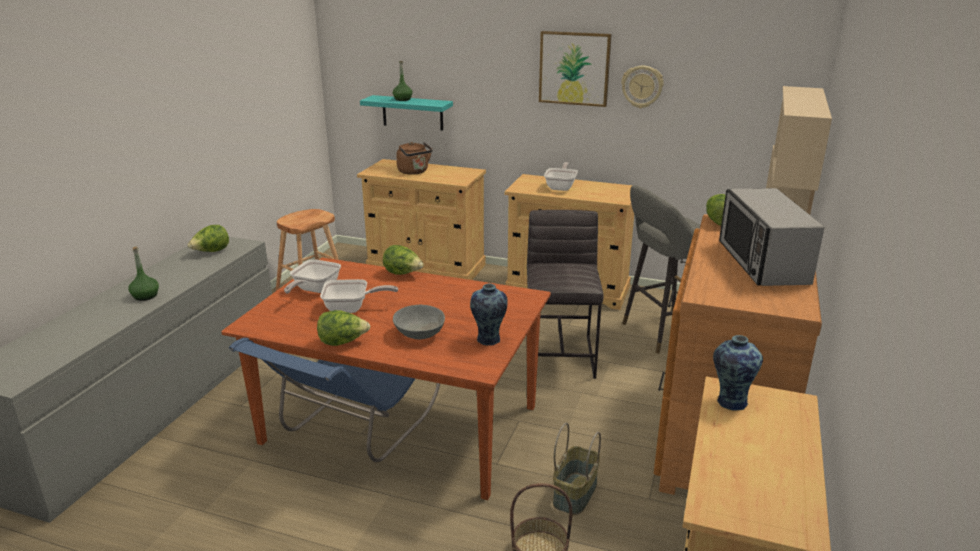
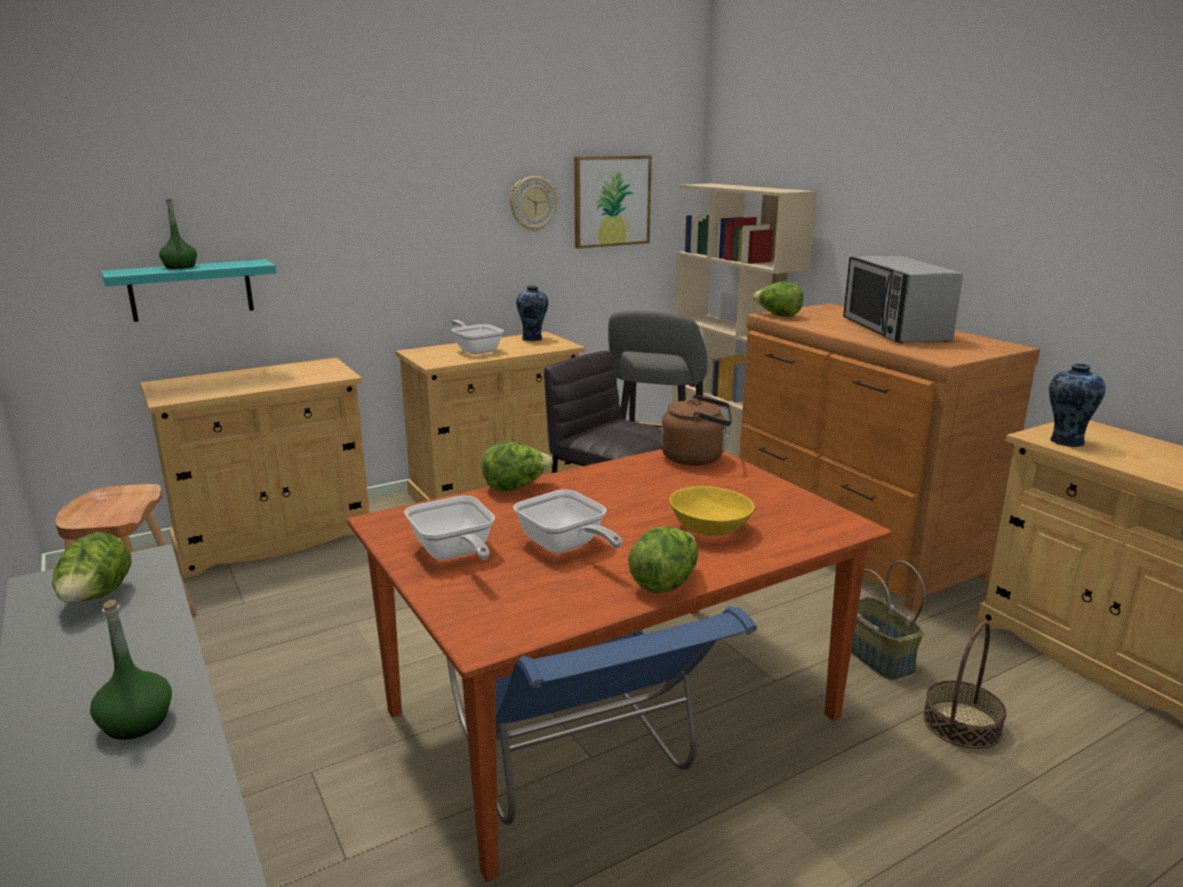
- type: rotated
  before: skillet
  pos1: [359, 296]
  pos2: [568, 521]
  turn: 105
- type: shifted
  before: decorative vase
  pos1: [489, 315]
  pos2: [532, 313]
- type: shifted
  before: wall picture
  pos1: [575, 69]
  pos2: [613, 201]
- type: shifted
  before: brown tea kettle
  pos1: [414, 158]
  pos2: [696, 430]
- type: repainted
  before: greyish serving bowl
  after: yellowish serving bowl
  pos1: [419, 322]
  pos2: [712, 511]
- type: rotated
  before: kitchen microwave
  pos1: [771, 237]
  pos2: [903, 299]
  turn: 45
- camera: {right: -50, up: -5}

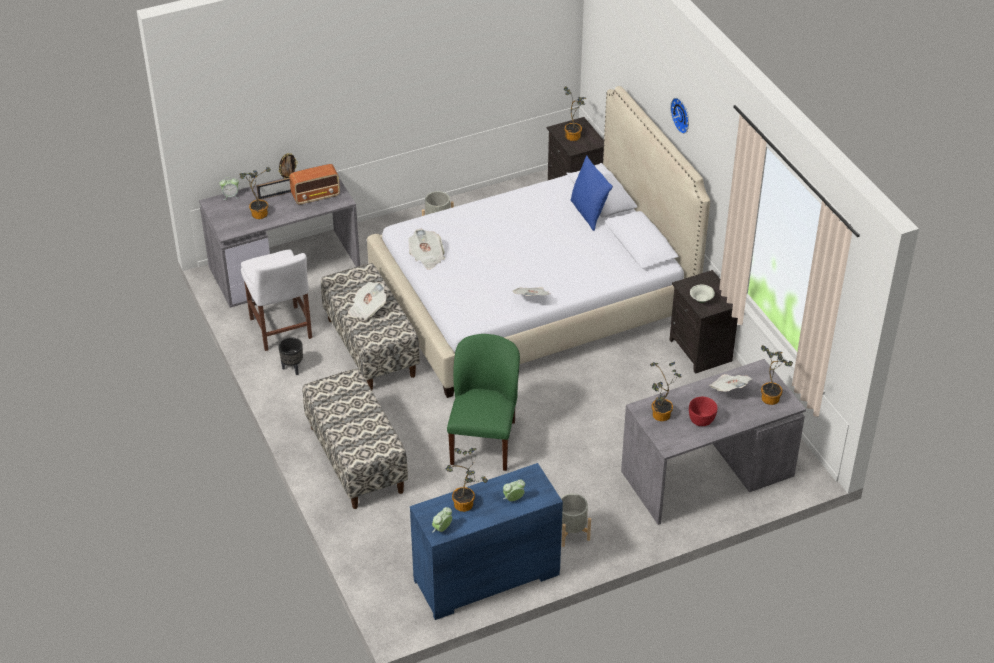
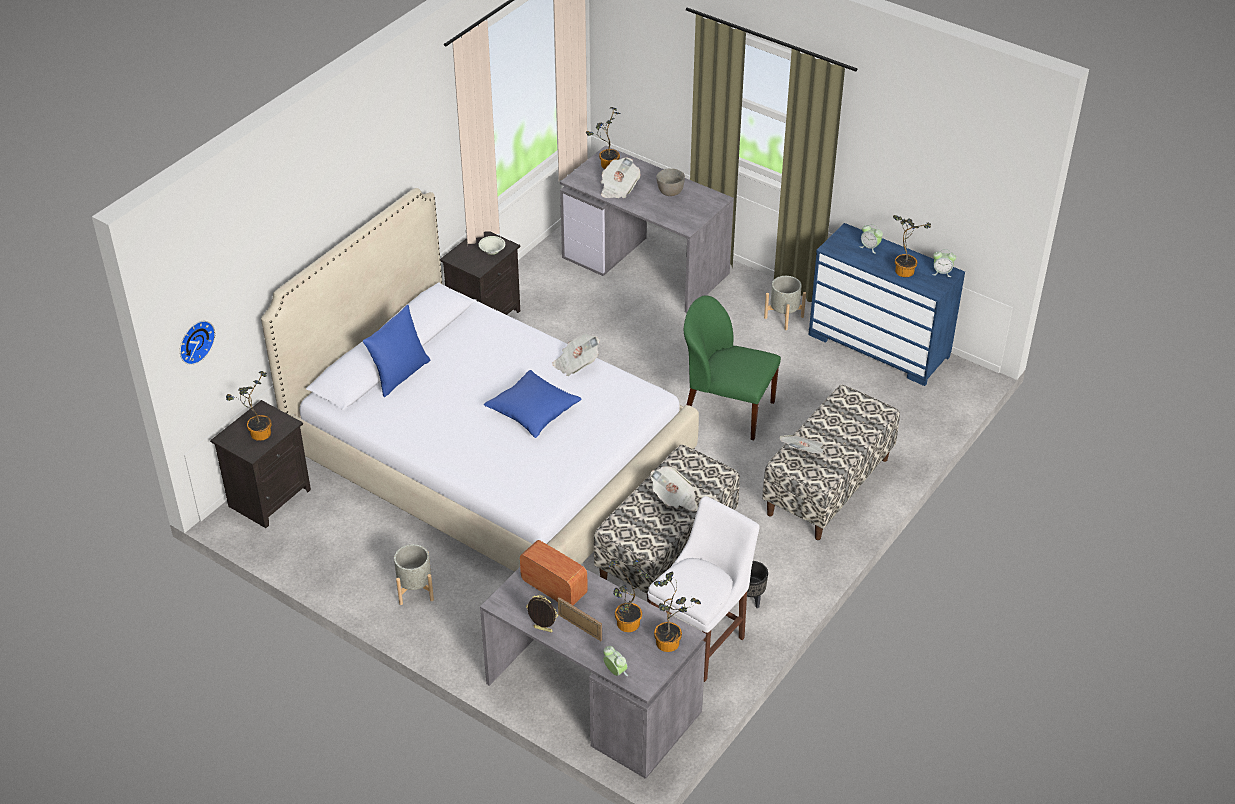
- type: shifted
  before: clock on the wall
  pos1: [679, 116]
  pos2: [197, 343]
- type: new
  after: blue cushion
  pos2: [532, 404]
- type: shifted
  before: houseplant
  pos1: [666, 391]
  pos2: [677, 612]
- type: repainted
  before: red-coloured serving bowl
  after: greyish serving bowl
  pos1: [703, 411]
  pos2: [670, 182]
- type: rotated
  before: green plain chair
  pos1: [483, 402]
  pos2: [732, 368]
  turn: 45
- type: shifted
  before: printed paper
  pos1: [426, 249]
  pos2: [802, 444]
- camera: {right: -120, up: 0}

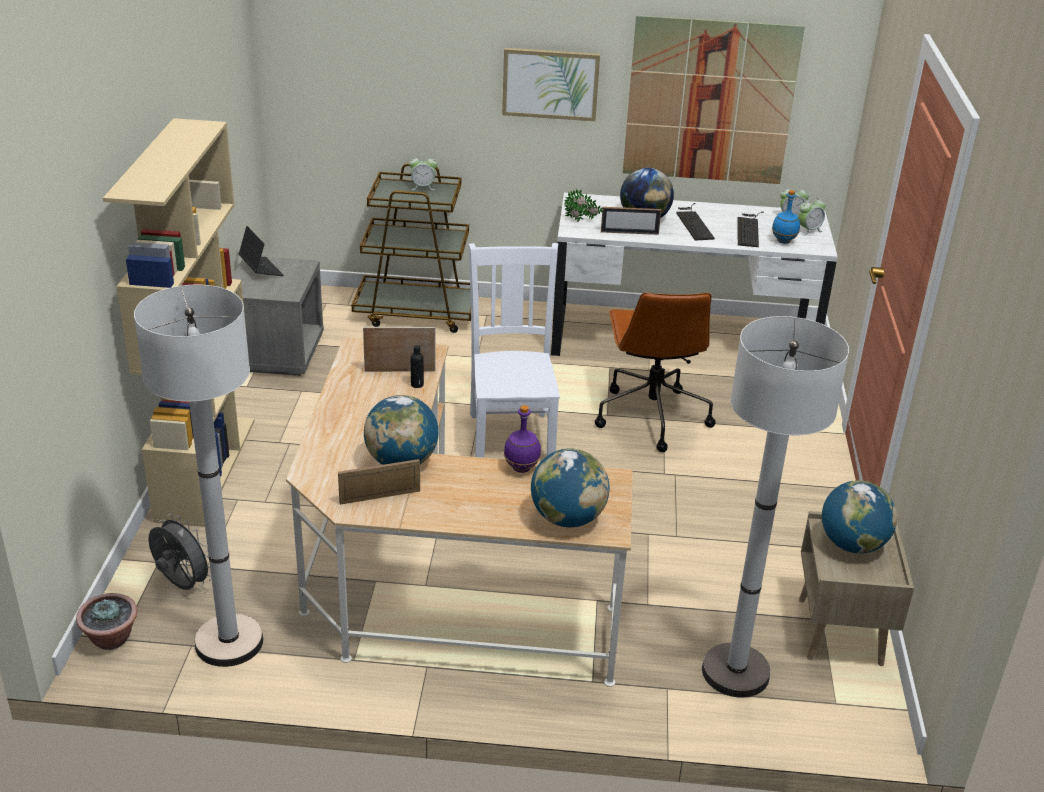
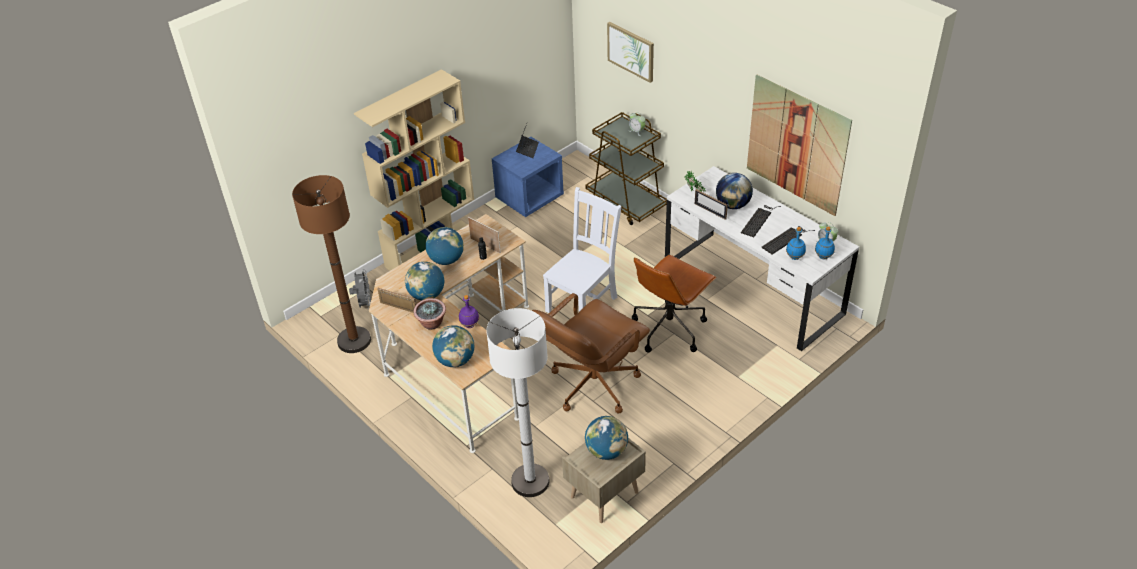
- type: repainted
  before: whitish floor lamp
  after: brown floor lamp
  pos1: [198, 476]
  pos2: [331, 264]
- type: shifted
  before: houseplant
  pos1: [106, 621]
  pos2: [429, 314]
- type: new
  after: desk globe
  pos2: [444, 246]
- type: repainted
  before: greyish night table
  after: blue night table
  pos1: [278, 316]
  pos2: [528, 177]
- type: new
  after: brown desk chair
  pos2: [591, 353]
- type: shifted
  before: wall picture
  pos1: [551, 84]
  pos2: [630, 52]
- type: swapped
  before: bedside clock
  after: blue drink bottle
  pos1: [812, 216]
  pos2: [825, 243]
- camera: {right: 45, up: 10}

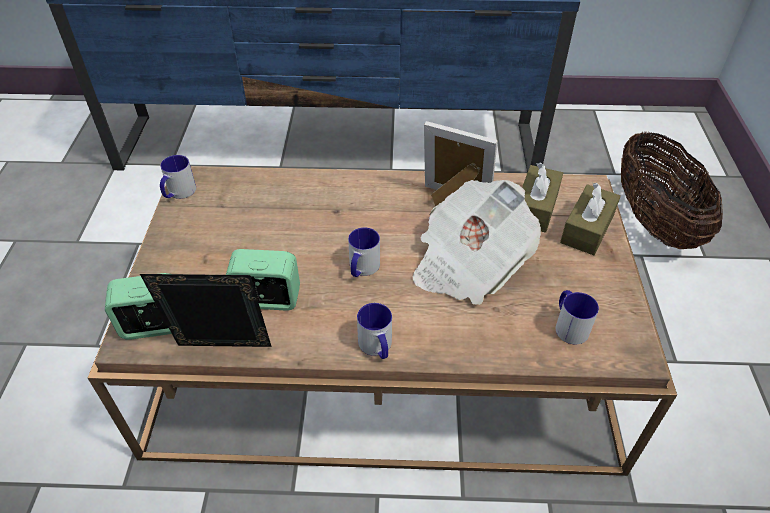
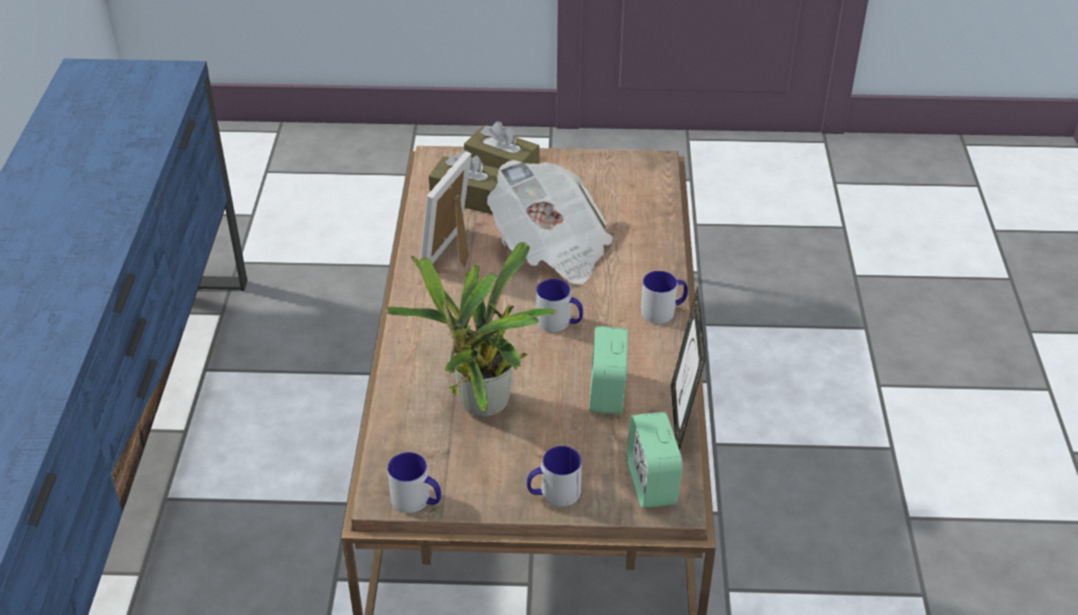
- type: new
  after: houseplant
  pos2: [470, 329]
- type: shifted
  before: mug
  pos1: [577, 317]
  pos2: [554, 476]
- type: gone
  before: basket
  pos1: [672, 190]
- camera: {right: -90, up: -5}

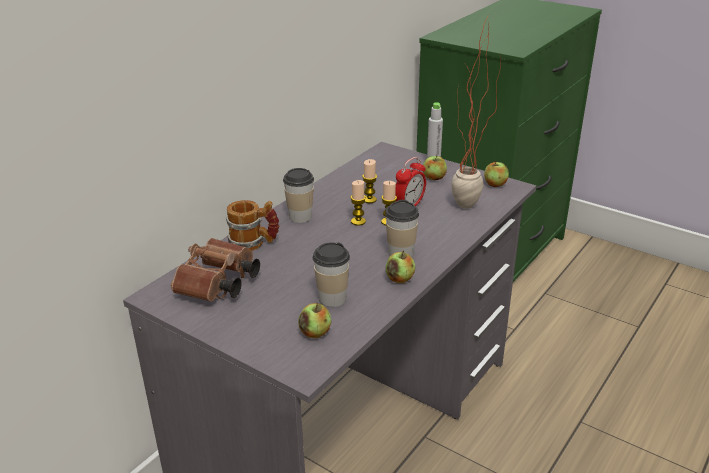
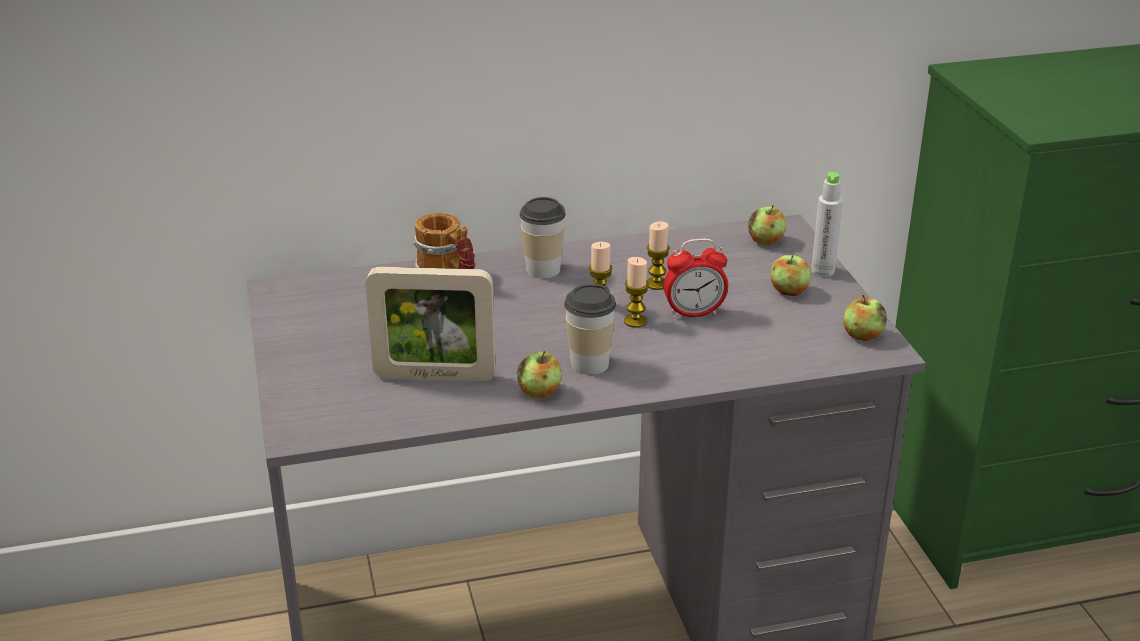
- type: swapped
  before: drinking cup
  after: standing frame
  pos1: [331, 275]
  pos2: [430, 324]
- type: shifted
  before: whole apple
  pos1: [314, 320]
  pos2: [767, 225]
- type: gone
  before: brown field glasses
  pos1: [215, 270]
- type: gone
  before: houseplant
  pos1: [476, 112]
- camera: {right: 40, up: 0}

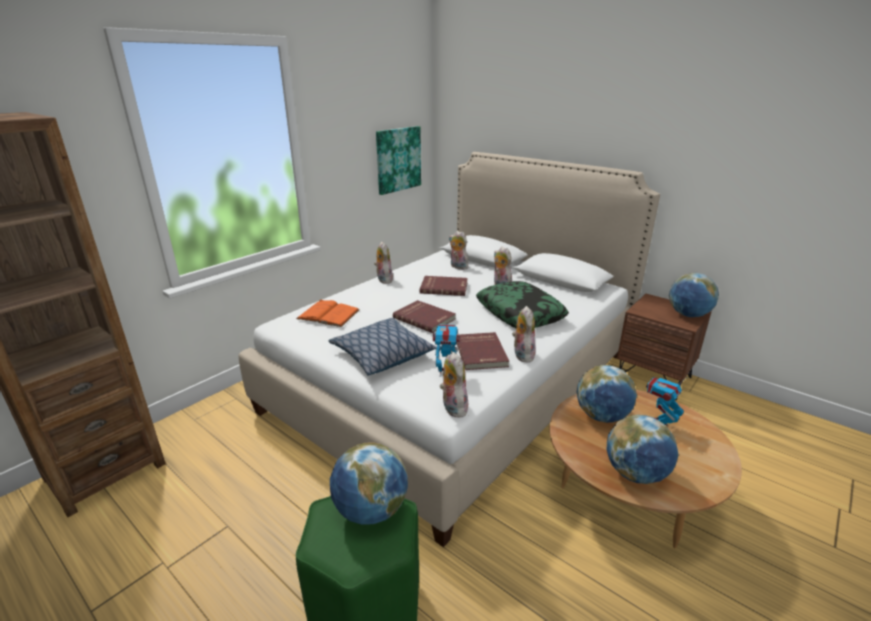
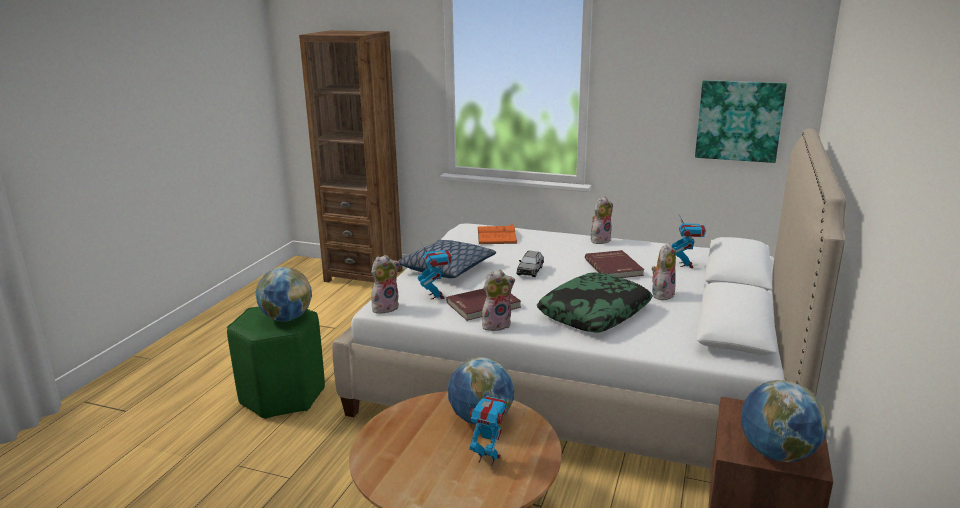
- type: swapped
  before: red-coloured bound book
  after: greyish toy car
  pos1: [424, 316]
  pos2: [530, 264]
- type: swapped
  before: cuddly toy
  after: toy robot
  pos1: [458, 250]
  pos2: [689, 241]
- type: gone
  before: desk globe
  pos1: [643, 449]
- camera: {right: 70, up: -5}

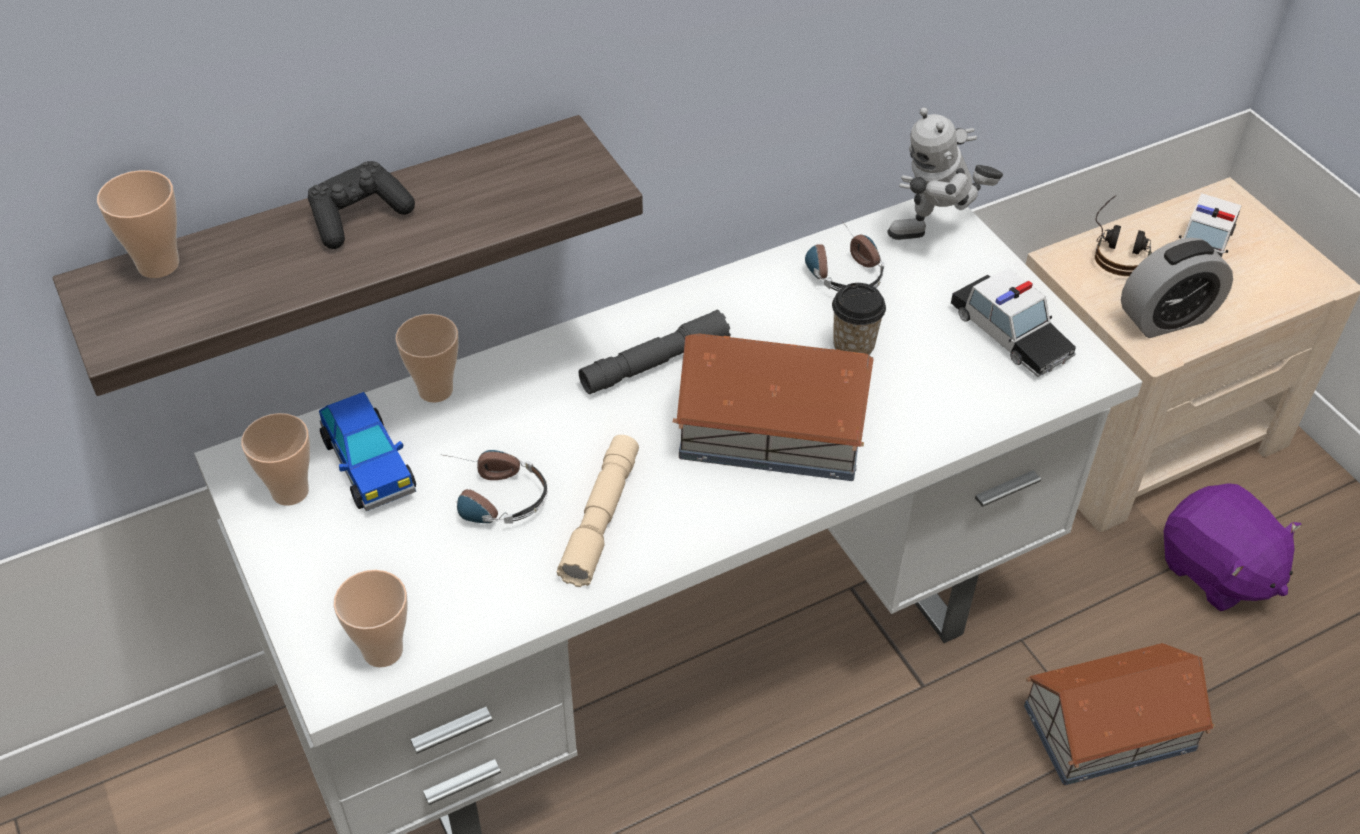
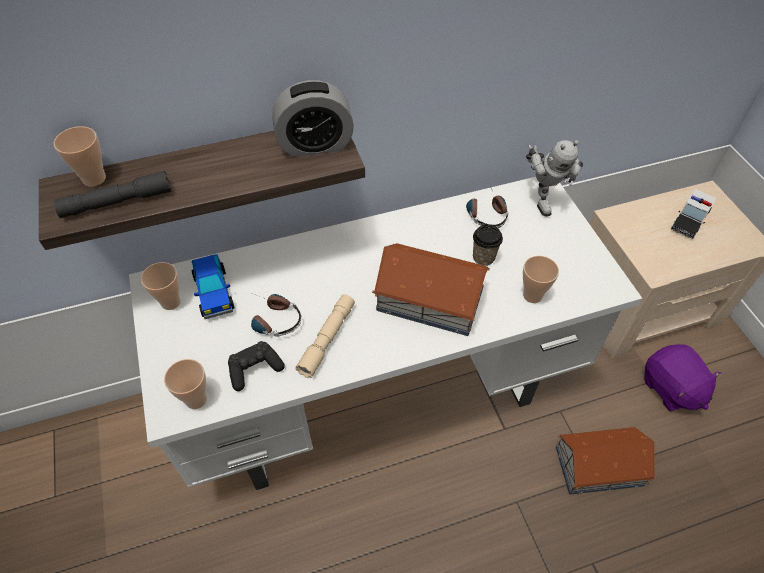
- type: shifted
  before: greyish torch
  pos1: [655, 352]
  pos2: [112, 194]
- type: shifted
  before: black-coloured game controller
  pos1: [361, 205]
  pos2: [256, 366]
- type: shifted
  before: bedside clock
  pos1: [1177, 288]
  pos2: [313, 118]
- type: shifted
  before: drinking cup
  pos1: [427, 358]
  pos2: [541, 279]
- type: rotated
  before: toy robot
  pos1: [945, 173]
  pos2: [554, 178]
  turn: -90
- type: gone
  before: toy car
  pos1: [1013, 322]
- type: gone
  before: headphones
  pos1: [1123, 236]
- camera: {right: 10, up: 5}

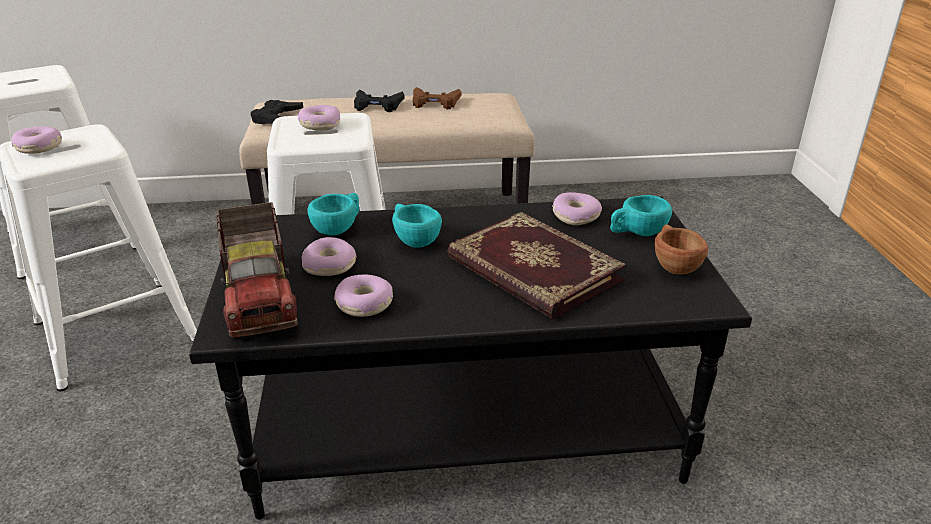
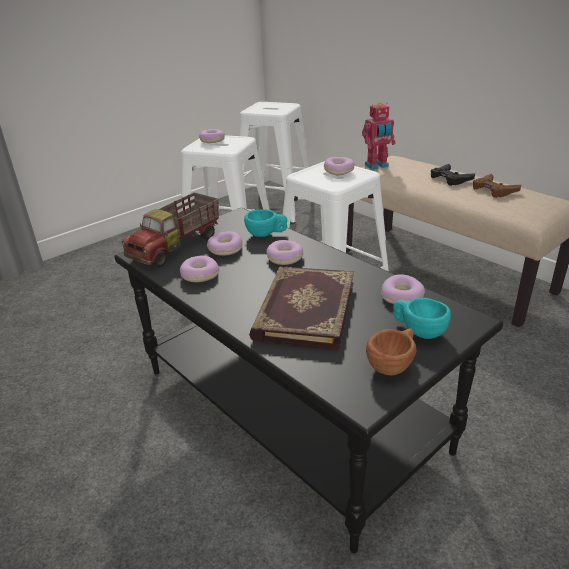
- type: swapped
  before: blue-green drinking cup
  after: doughnut
  pos1: [417, 226]
  pos2: [284, 252]
- type: swapped
  before: black-coloured game controller
  after: toy robot
  pos1: [277, 112]
  pos2: [379, 136]
- camera: {right: 55, up: 0}

